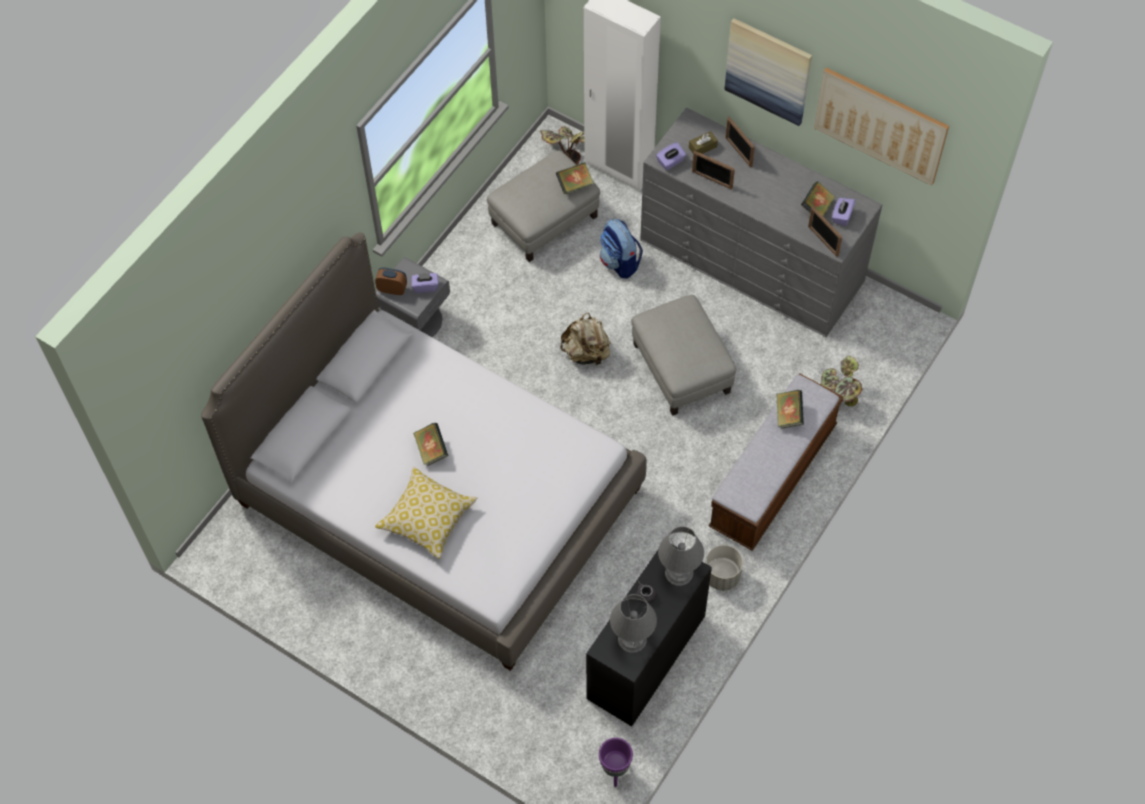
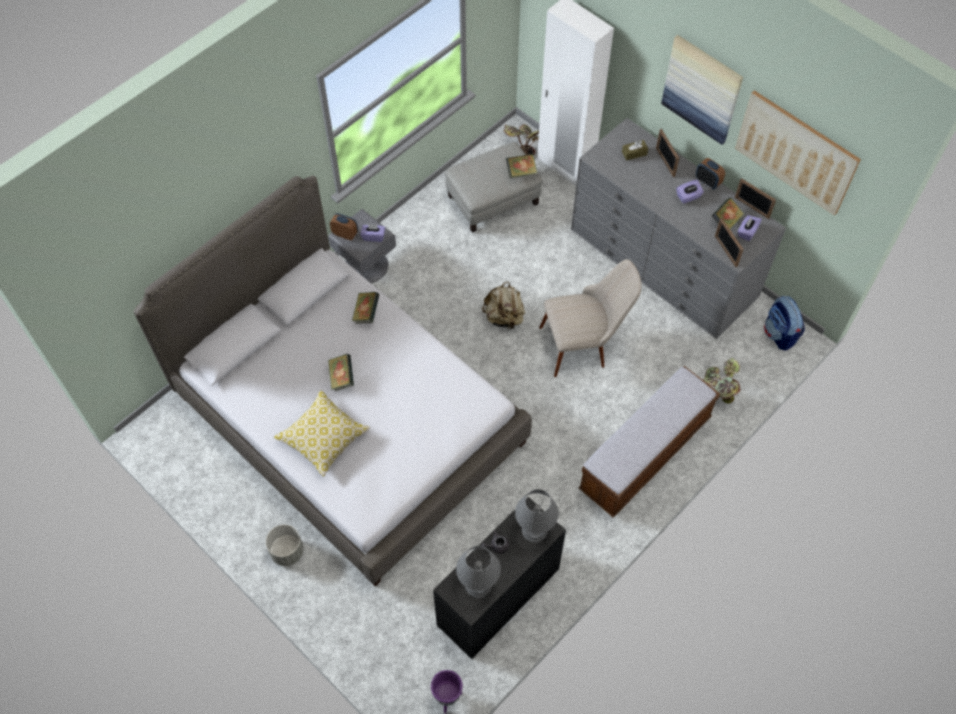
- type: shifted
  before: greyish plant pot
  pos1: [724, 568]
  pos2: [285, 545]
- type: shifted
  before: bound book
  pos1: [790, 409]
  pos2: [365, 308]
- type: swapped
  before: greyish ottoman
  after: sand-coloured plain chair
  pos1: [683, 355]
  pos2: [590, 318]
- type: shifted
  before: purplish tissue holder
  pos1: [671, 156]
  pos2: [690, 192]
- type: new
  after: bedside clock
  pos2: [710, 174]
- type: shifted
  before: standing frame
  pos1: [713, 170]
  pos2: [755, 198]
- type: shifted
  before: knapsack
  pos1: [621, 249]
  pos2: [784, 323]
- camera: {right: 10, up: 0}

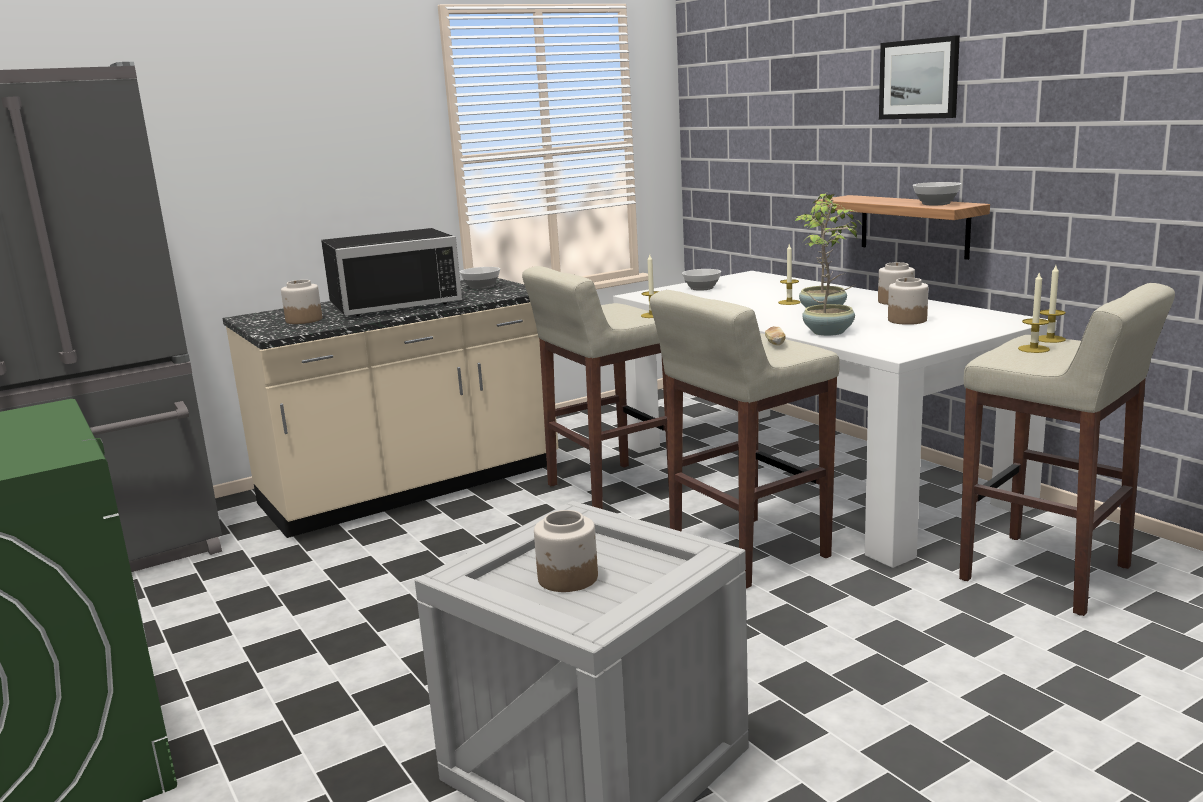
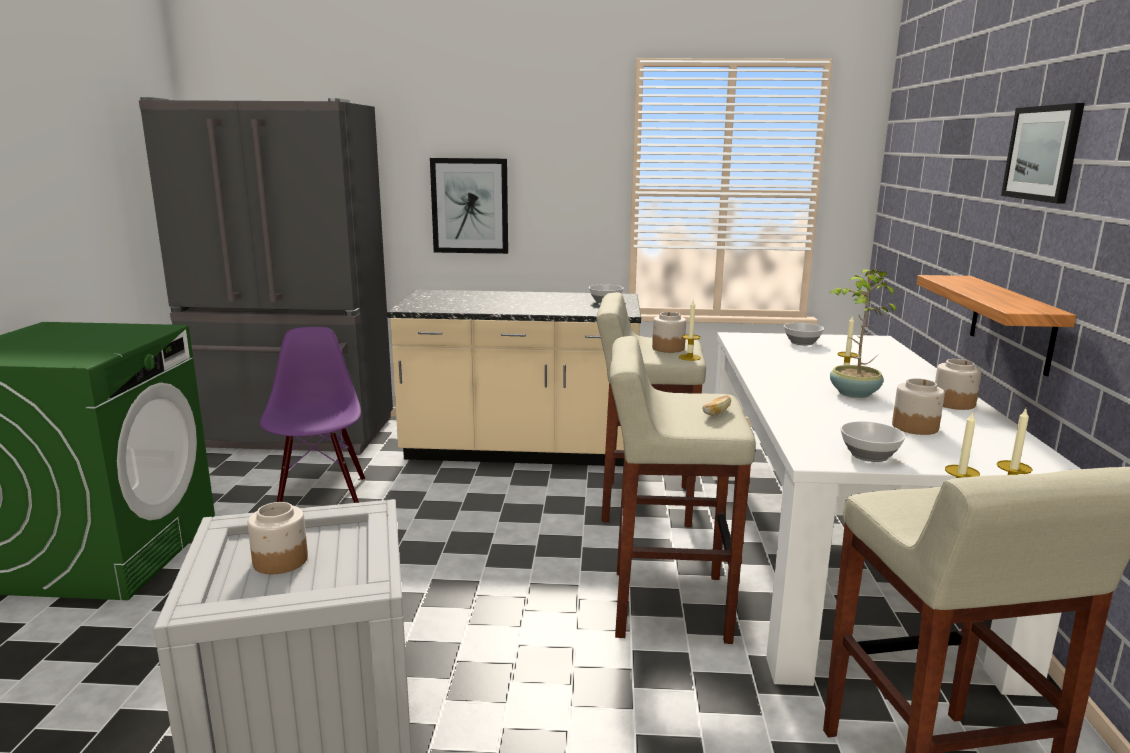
- type: new
  after: purplish plain chair
  pos2: [312, 415]
- type: new
  after: wall picture
  pos2: [469, 206]
- type: shifted
  before: storage jar
  pos1: [301, 302]
  pos2: [669, 332]
- type: shifted
  before: serving bowl
  pos1: [937, 193]
  pos2: [873, 441]
- type: gone
  before: black-coloured kitchen microwave
  pos1: [391, 272]
- type: gone
  before: houseplant
  pos1: [830, 269]
- camera: {right: 35, up: 0}

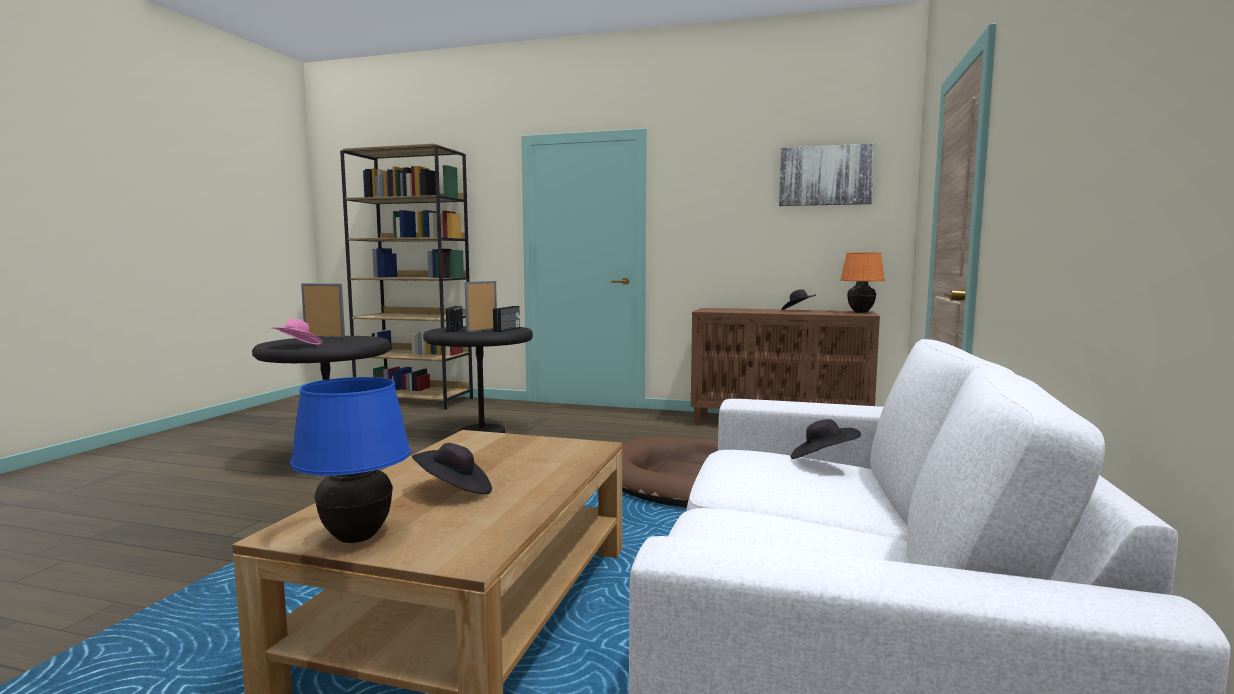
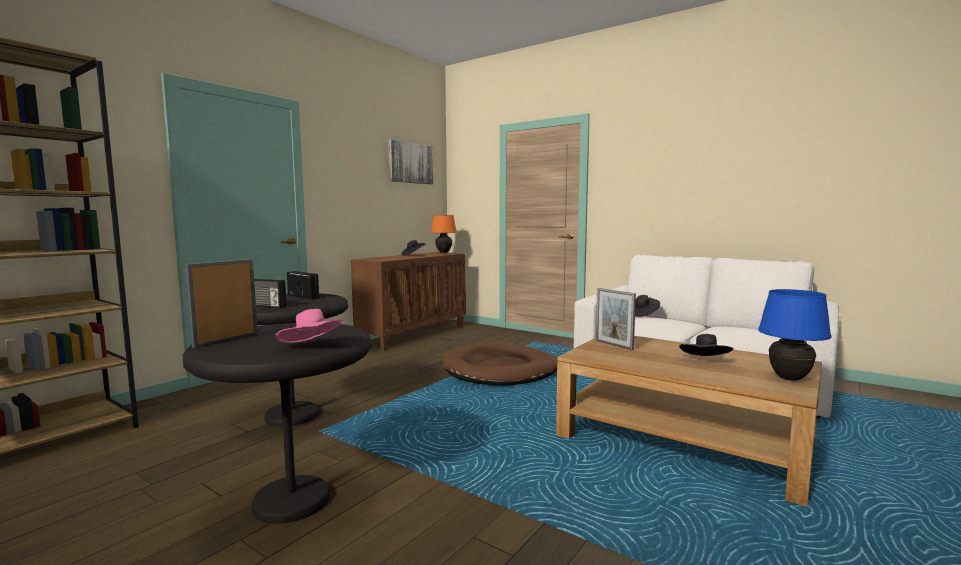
- type: shifted
  before: standing frame
  pos1: [481, 307]
  pos2: [616, 319]
- camera: {right: -70, up: 0}

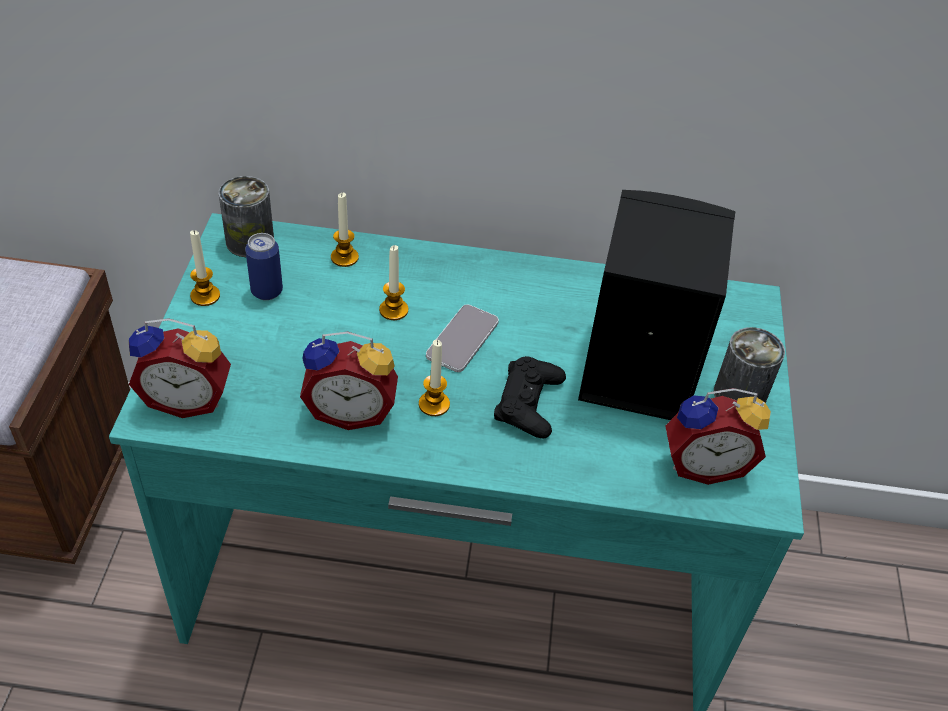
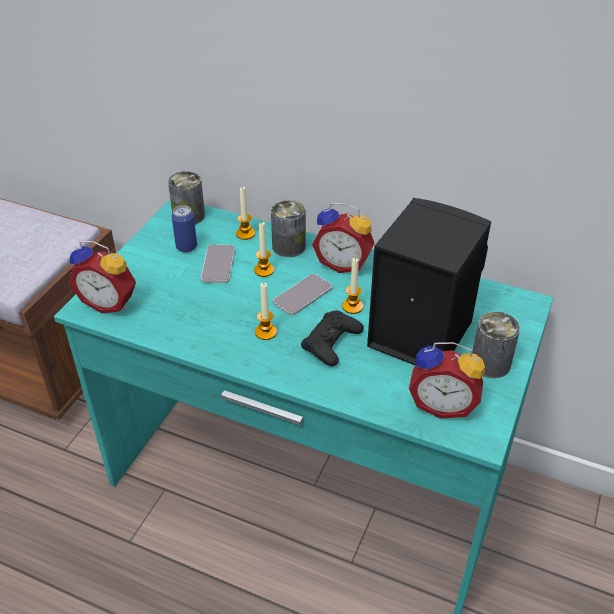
- type: new
  after: handset
  pos2: [218, 263]
- type: new
  after: can
  pos2: [288, 228]
- type: shifted
  before: bedside clock
  pos1: [349, 381]
  pos2: [343, 238]
- type: shifted
  before: wax light
  pos1: [205, 268]
  pos2: [352, 285]
- camera: {right: 20, up: -5}

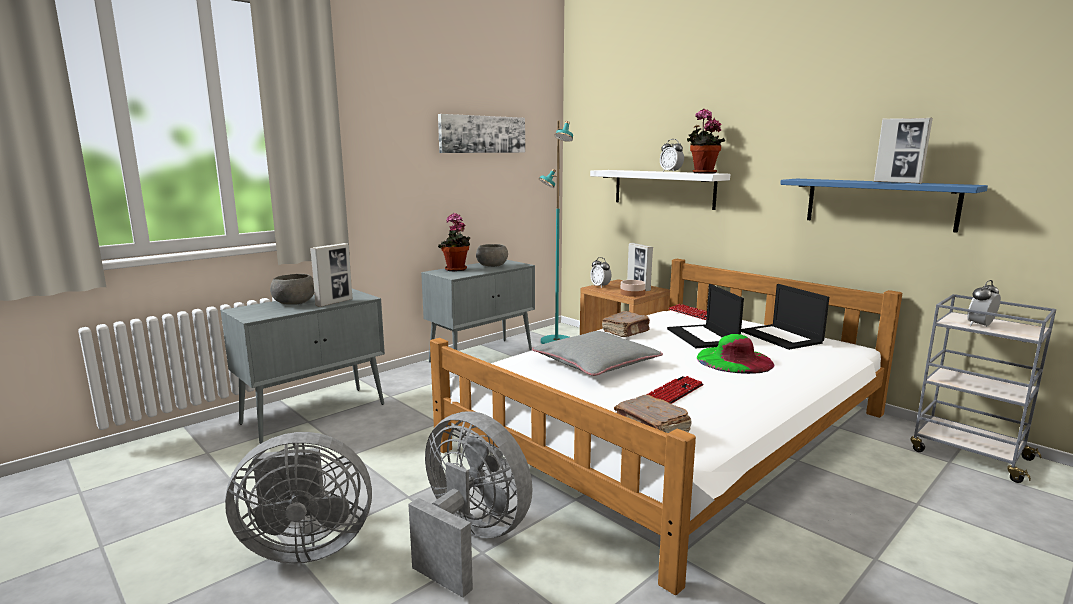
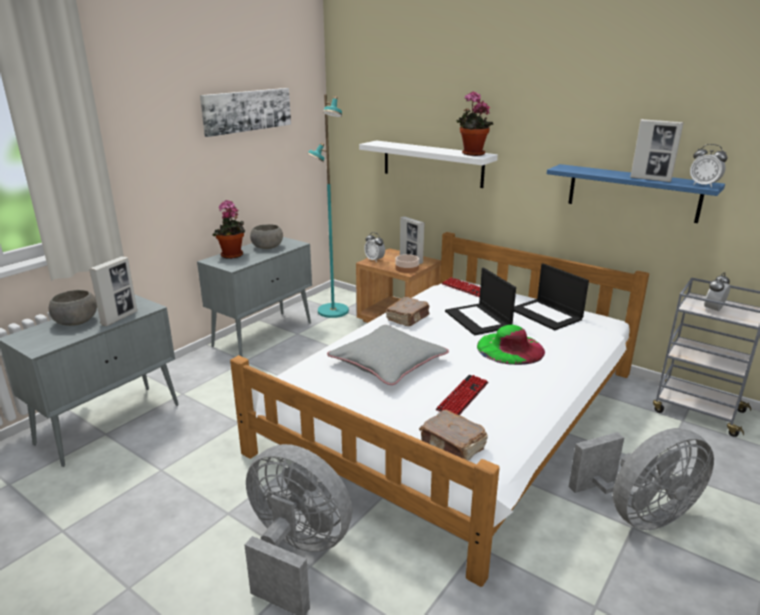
- type: shifted
  before: greyish fan
  pos1: [298, 497]
  pos2: [641, 479]
- type: shifted
  before: bedside clock
  pos1: [672, 155]
  pos2: [708, 166]
- camera: {right: -10, up: 10}

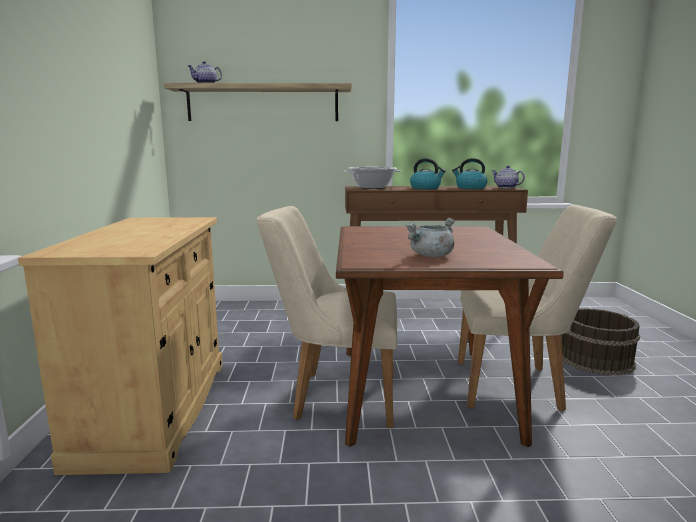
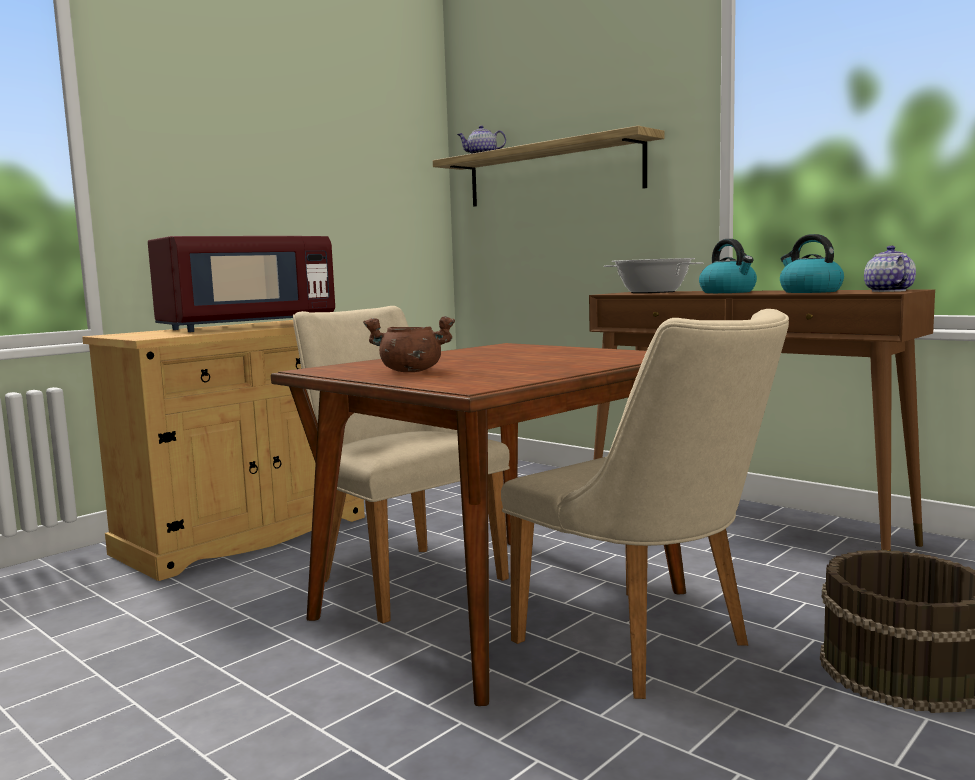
- type: new
  after: red-coloured kitchen microwave
  pos2: [241, 284]
- type: repainted
  before: greyish saucepot
  after: brown saucepot
  pos1: [430, 238]
  pos2: [409, 344]
- camera: {right: 45, up: -5}

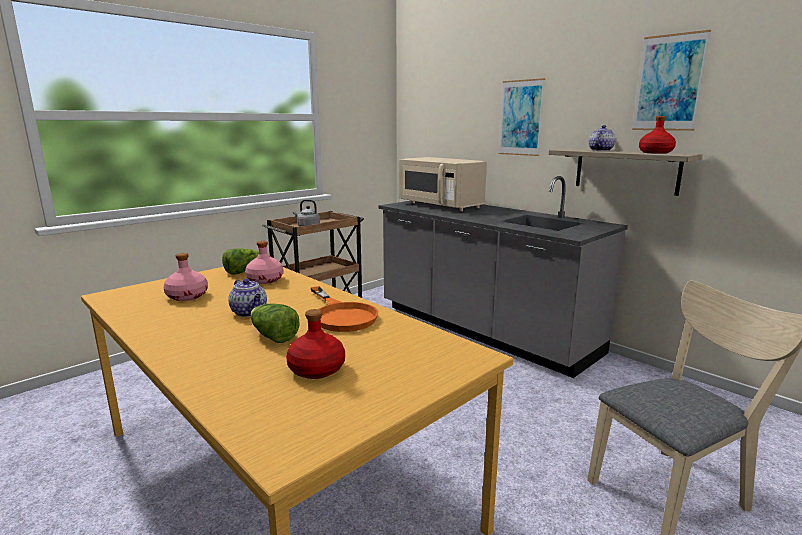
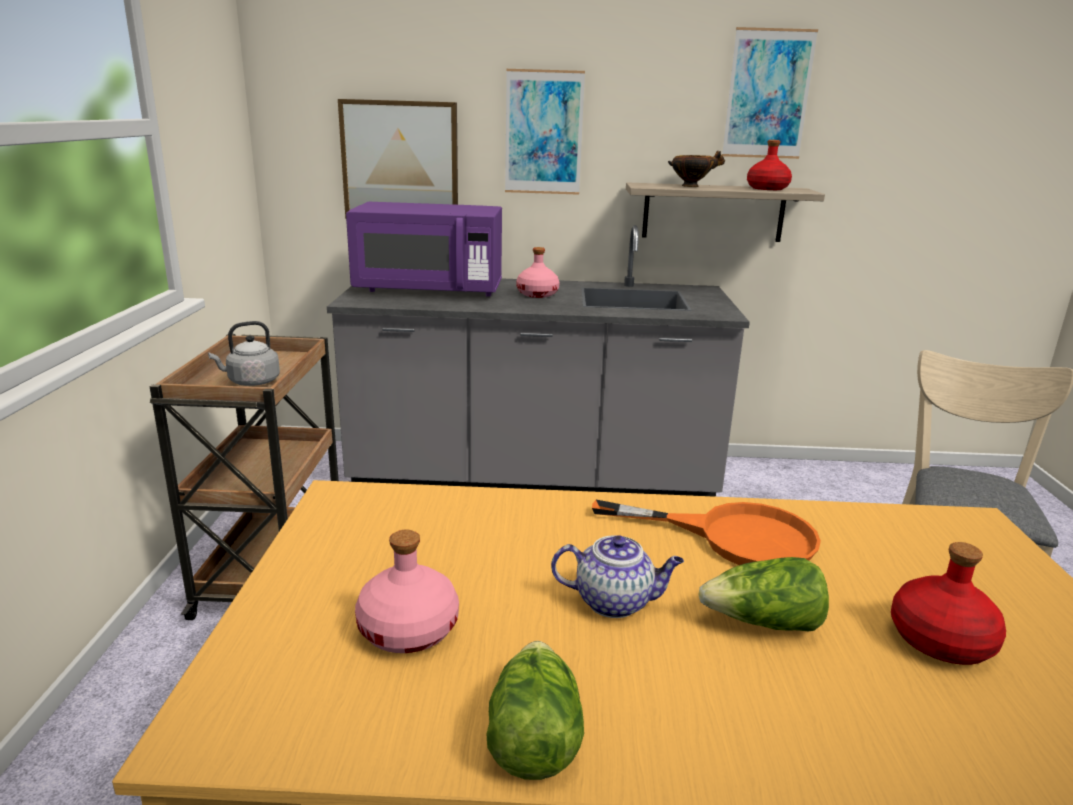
- type: new
  after: wall picture
  pos2: [398, 159]
- type: repainted
  before: sand-coloured kitchen microwave
  after: purplish kitchen microwave
  pos1: [443, 184]
  pos2: [424, 249]
- type: shifted
  before: head of lettuce
  pos1: [240, 262]
  pos2: [535, 710]
- type: shifted
  before: pink-coloured drink bottle
  pos1: [264, 262]
  pos2: [538, 272]
- type: swapped
  before: pot for tea
  after: serving bowl
  pos1: [602, 138]
  pos2: [696, 169]
- camera: {right: -45, up: 5}

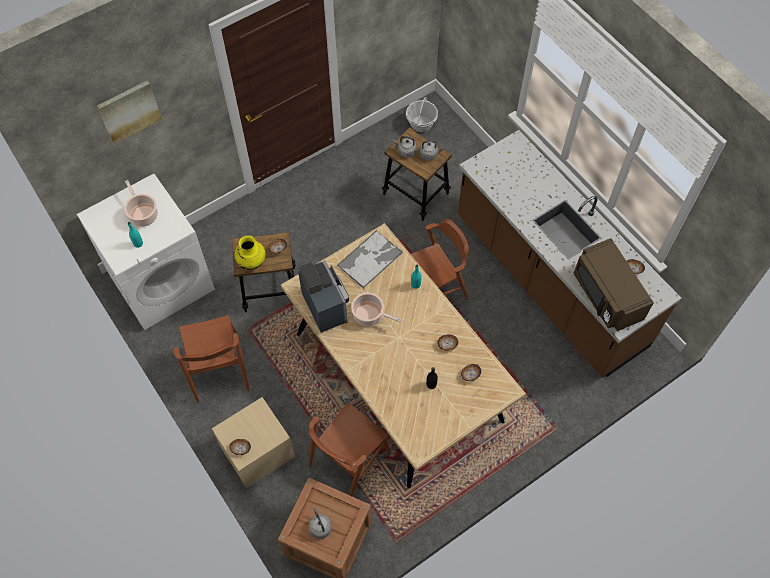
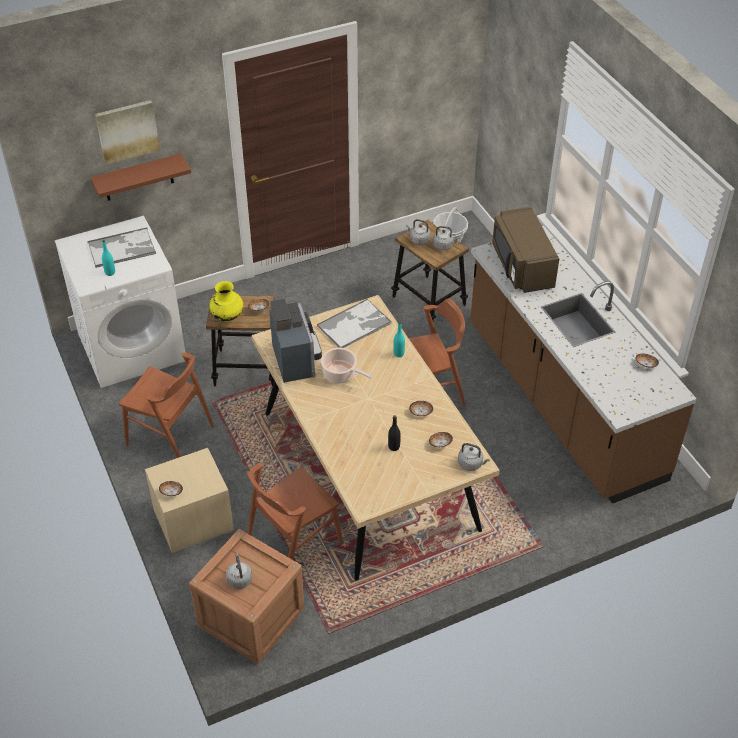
- type: swapped
  before: saucepot
  after: serving tray
  pos1: [141, 203]
  pos2: [121, 247]
- type: new
  after: brown wall shelf
  pos2: [141, 177]
- type: rotated
  before: brown plain chair
  pos1: [212, 359]
  pos2: [166, 405]
  turn: -60
- type: new
  after: greyish tea kettle
  pos2: [474, 457]
- type: shifted
  before: brown kitchen microwave
  pos1: [613, 284]
  pos2: [525, 250]
- camera: {right: 10, up: -15}

